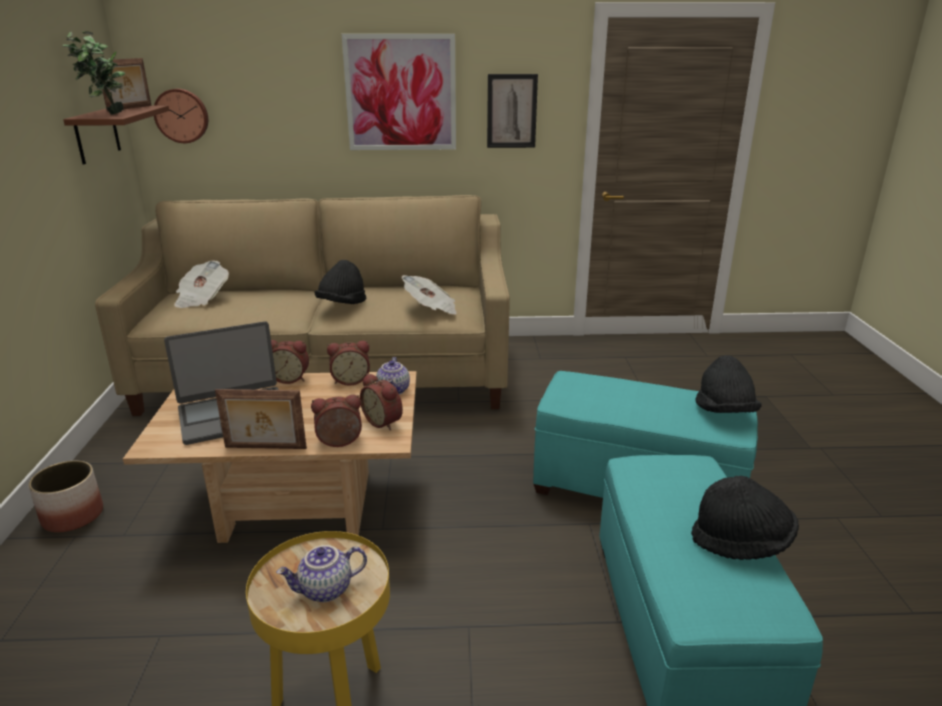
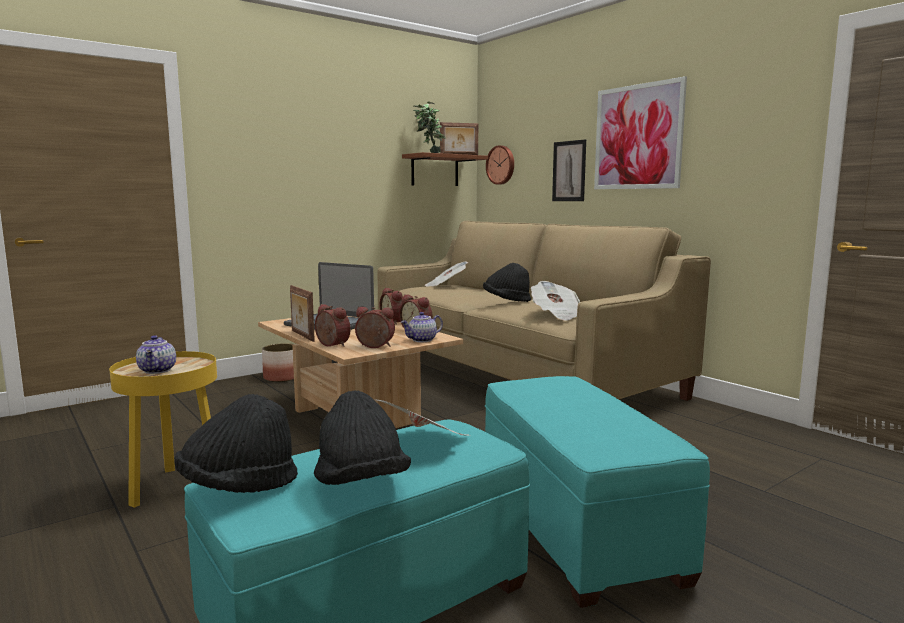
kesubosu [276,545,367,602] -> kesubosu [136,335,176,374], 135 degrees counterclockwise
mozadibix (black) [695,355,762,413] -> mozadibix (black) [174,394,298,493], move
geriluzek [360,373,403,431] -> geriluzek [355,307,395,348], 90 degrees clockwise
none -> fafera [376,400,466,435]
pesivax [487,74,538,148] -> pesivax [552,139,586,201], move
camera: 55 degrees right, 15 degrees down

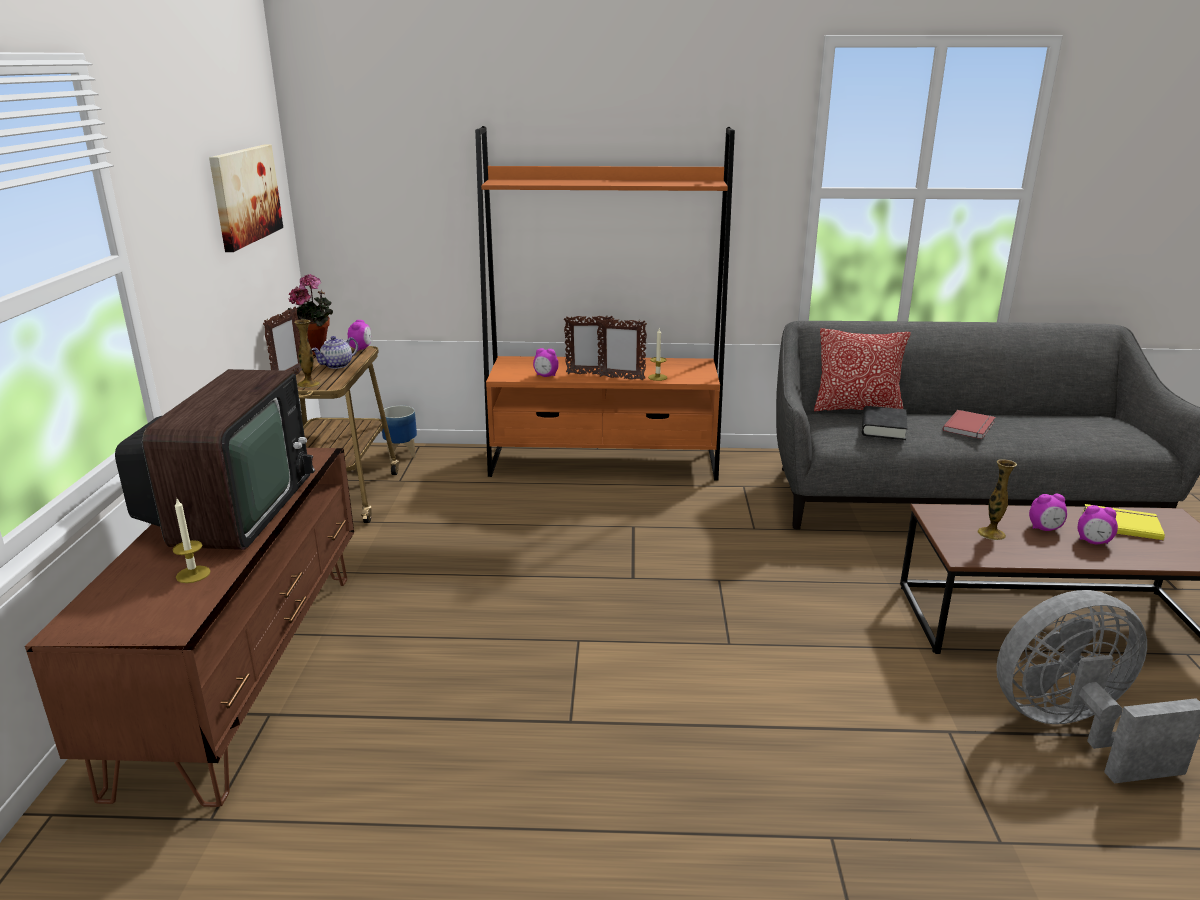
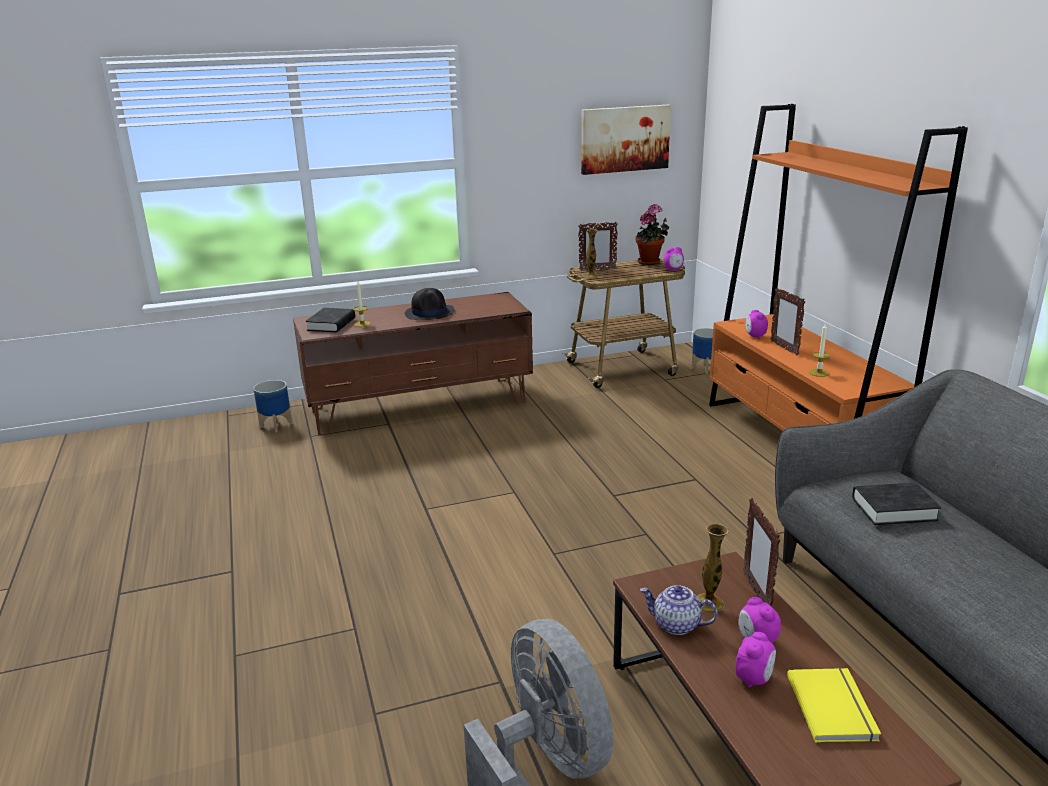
none -> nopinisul [253,380,292,432]
none -> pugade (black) [305,308,355,332]
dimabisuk [115,369,315,550] -> mozadibix (black) [405,288,454,320]
kesubosu [312,336,358,369] -> kesubosu [640,585,717,635], move
geriluzek [1078,505,1118,544] -> geriluzek [735,632,776,688], 150 degrees counterclockwise
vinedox [597,318,647,381] -> vinedox [743,498,780,606], move
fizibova [814,328,911,411] -> none
pugade (red) [943,410,995,439] -> none
camera: 70 degrees right, 0 degrees up

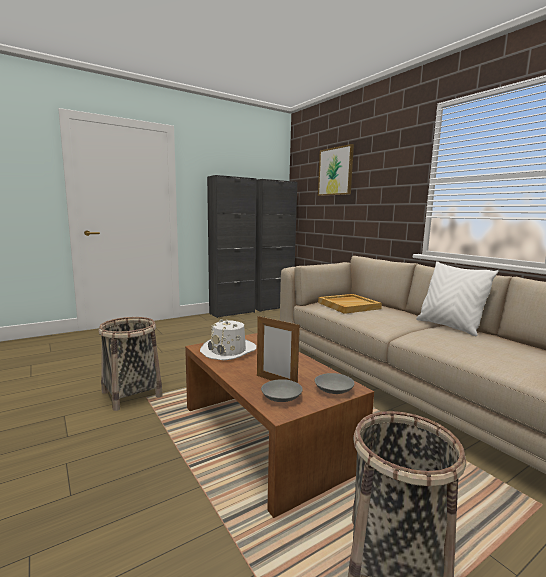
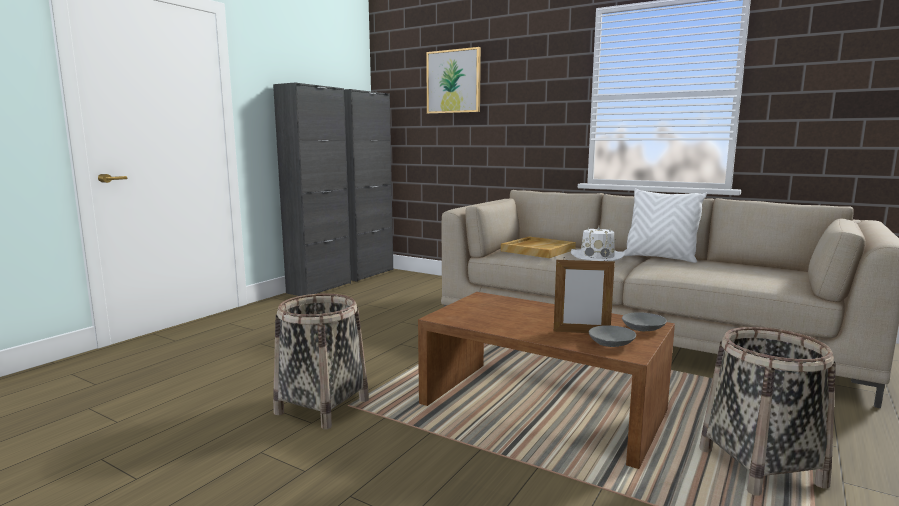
mozadibix (white) [200,319,257,360] -> mozadibix (white) [571,226,625,261], move
camera: 25 degrees left, 0 degrees up

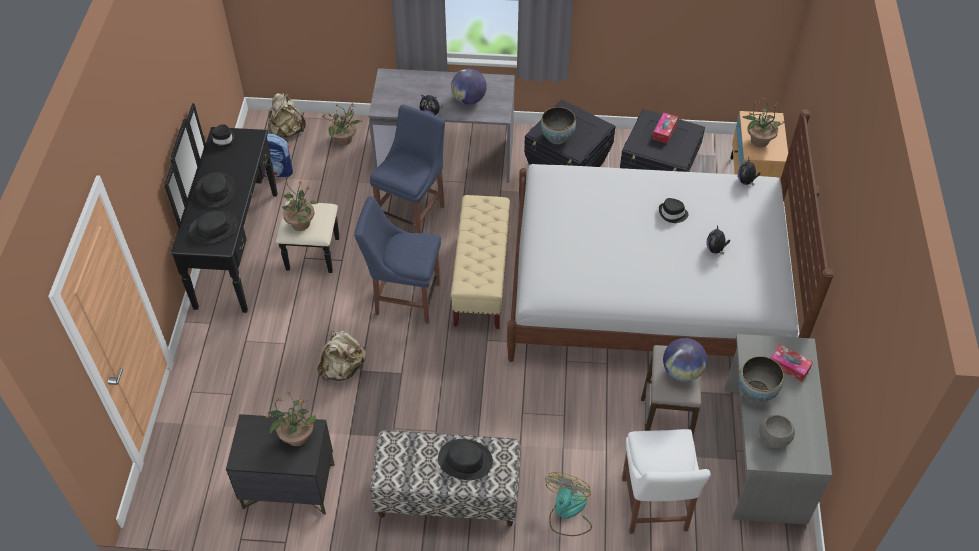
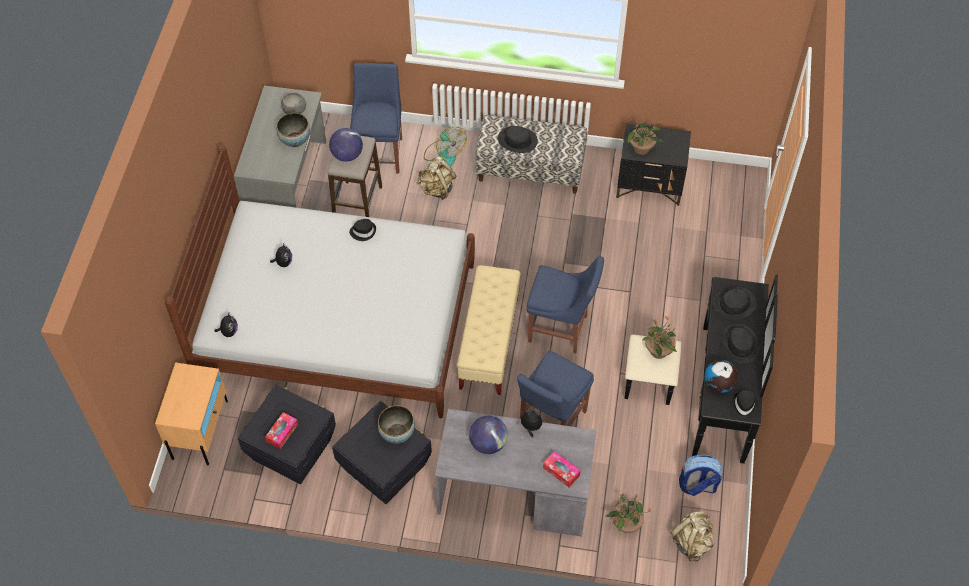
mozadibix (black) [659,198,689,223] -> mozadibix (black) [349,219,376,241], move
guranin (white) [622,429,711,534] -> guranin (blue) [350,63,402,174]
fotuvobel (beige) [317,331,366,381] -> fotuvobel (beige) [416,156,456,200], move
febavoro [545,472,592,536] -> febavoro [424,127,467,167], 60 degrees counterclockwise
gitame [770,344,813,382] -> gitame [543,451,581,487], move
none -> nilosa [705,360,738,393]
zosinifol [743,97,786,147] -> none
camera: 175 degrees left, 5 degrees up

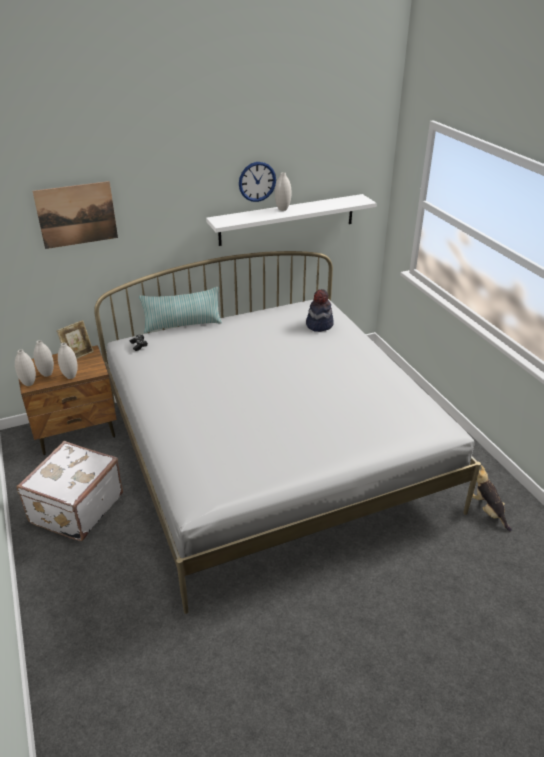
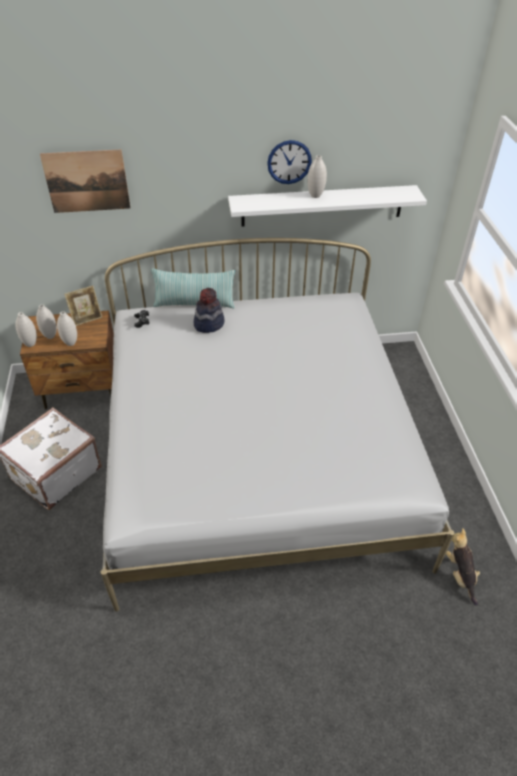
mozadibix [306,289,334,332] -> mozadibix [193,288,225,333], move
camera: 15 degrees right, 10 degrees up

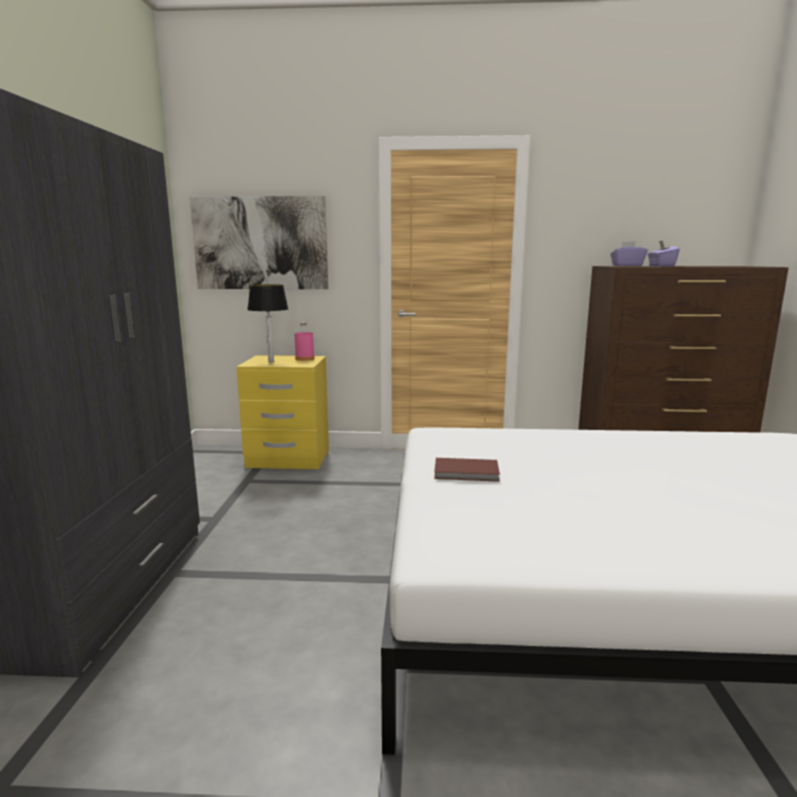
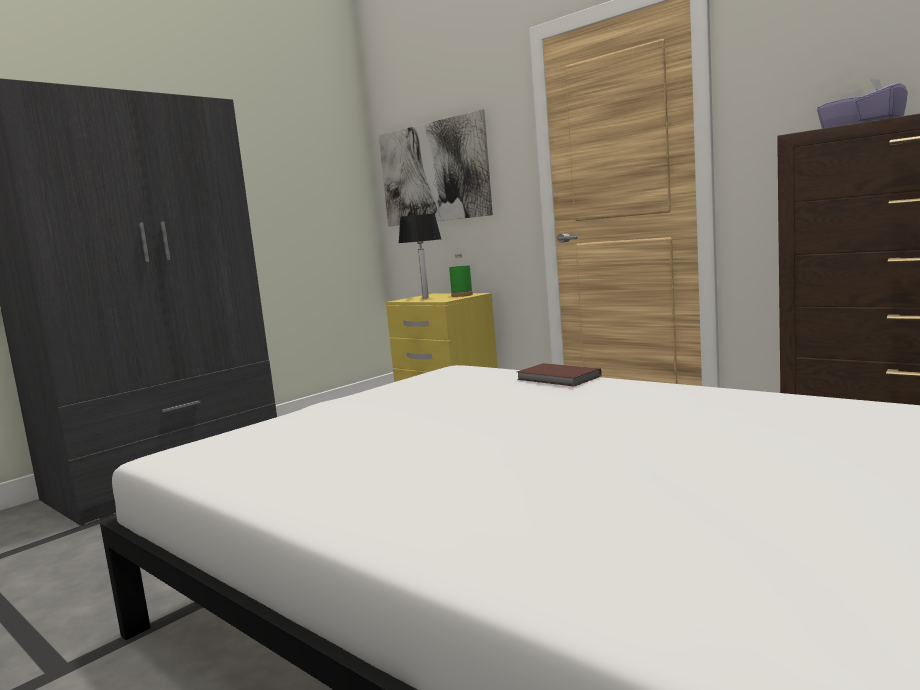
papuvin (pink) [294,322,315,361] -> papuvin (green) [449,254,473,297]
pugade (brown) [434,458,500,482] -> pugade (brown) [517,363,602,387], move
camera: 40 degrees right, 5 degrees down

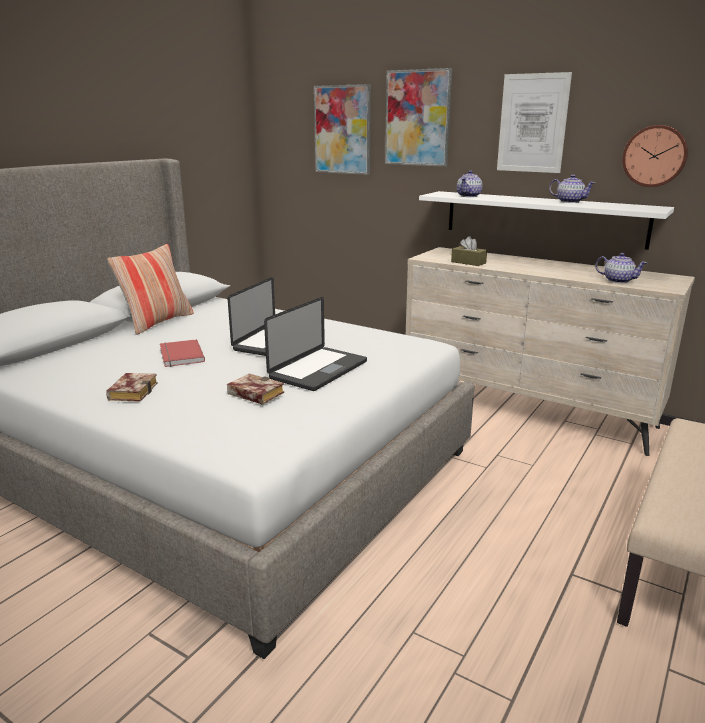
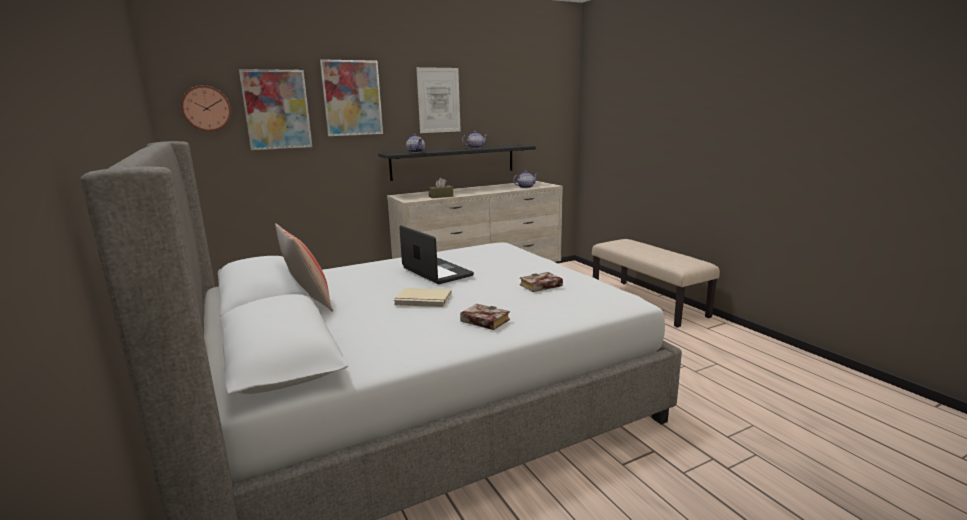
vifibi [622,125,688,187] -> vifibi [181,85,231,132], move
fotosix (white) [419,191,674,250] -> fotosix (black) [378,145,536,181]
pugade (red) [160,339,205,367] -> pugade (beige) [394,288,451,307]
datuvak [264,297,367,391] -> none
camera: 60 degrees left, 5 degrees down

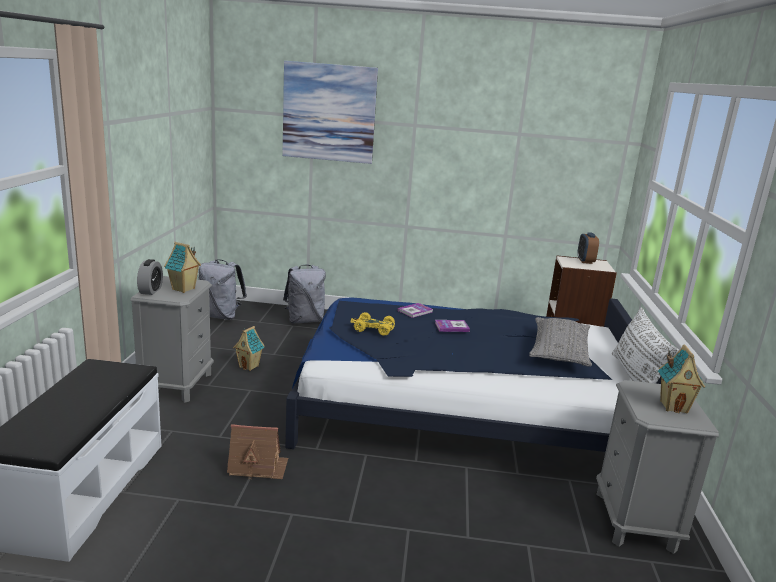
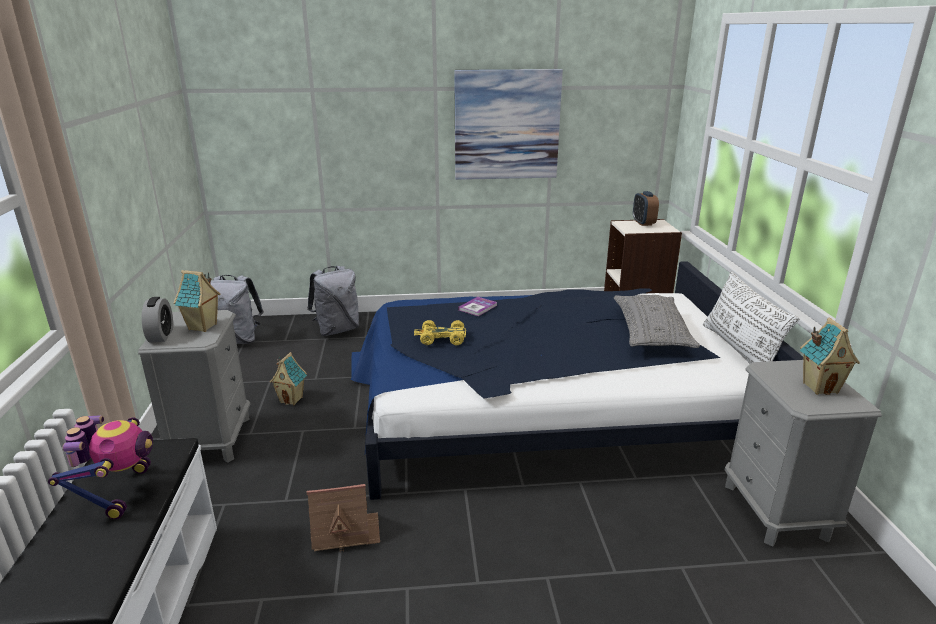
none -> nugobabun [48,415,153,519]
pesivax [282,61,378,164] -> pesivax [454,69,563,180], move
pugade [435,320,470,332] -> none
camera: 10 degrees left, 5 degrees up

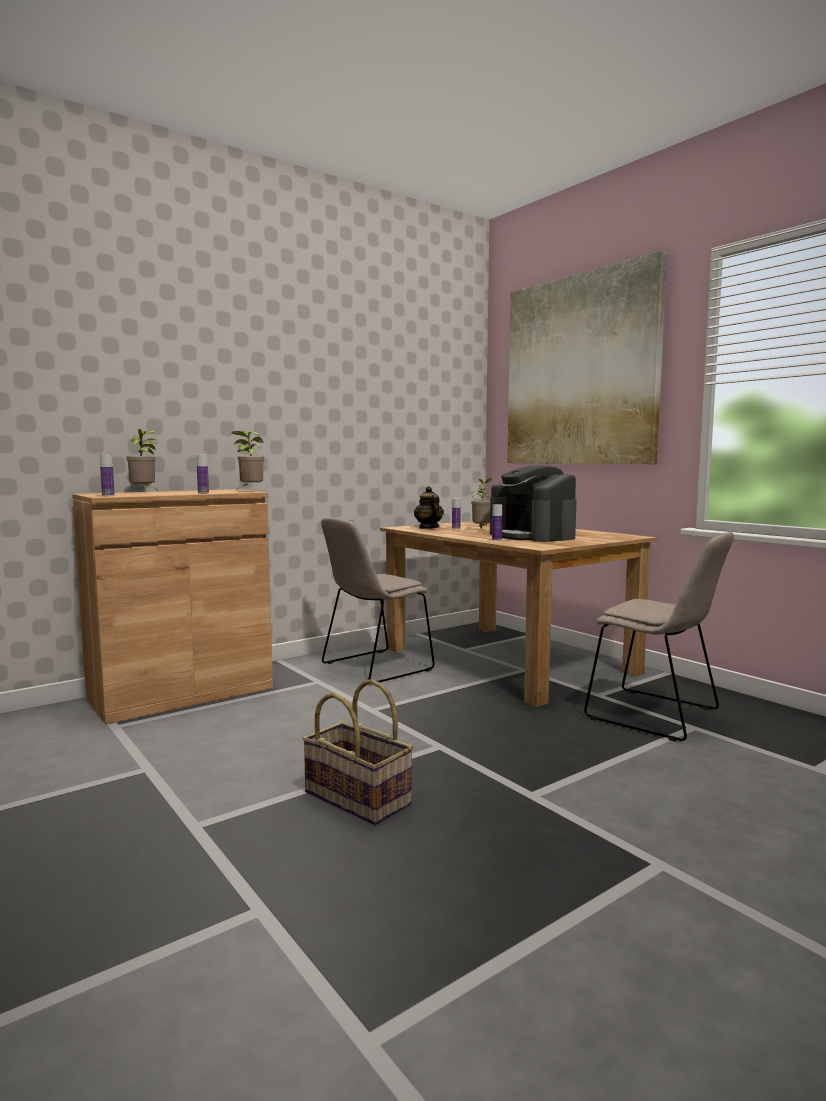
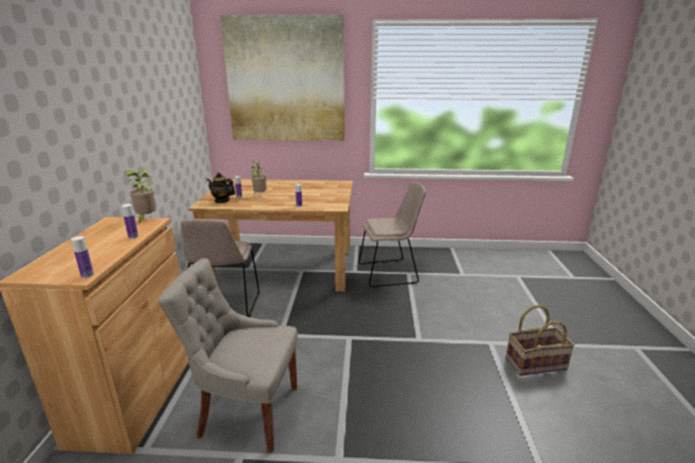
none -> guranin (grey) [158,258,298,452]
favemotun [302,679,413,825] -> favemotun [506,305,575,376], move
zosinifol [127,429,158,492] -> none
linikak [490,466,577,542] -> none
camera: 50 degrees left, 15 degrees up

